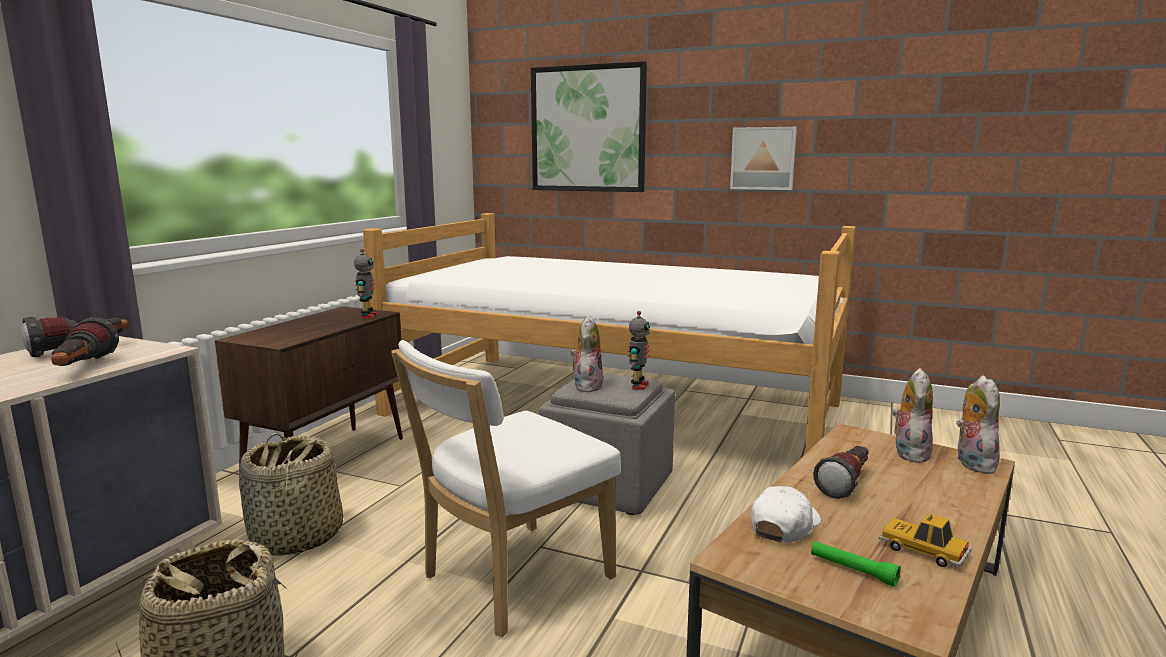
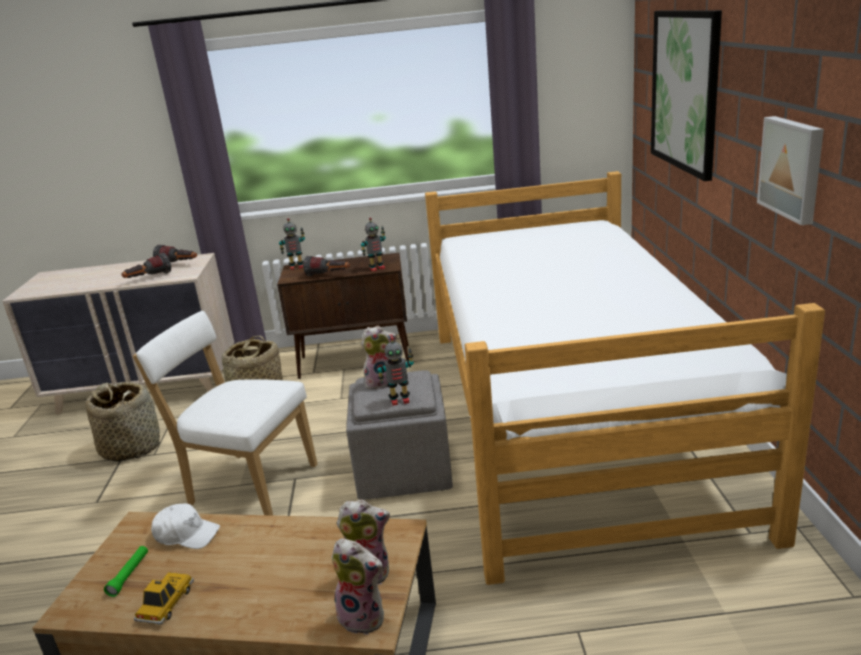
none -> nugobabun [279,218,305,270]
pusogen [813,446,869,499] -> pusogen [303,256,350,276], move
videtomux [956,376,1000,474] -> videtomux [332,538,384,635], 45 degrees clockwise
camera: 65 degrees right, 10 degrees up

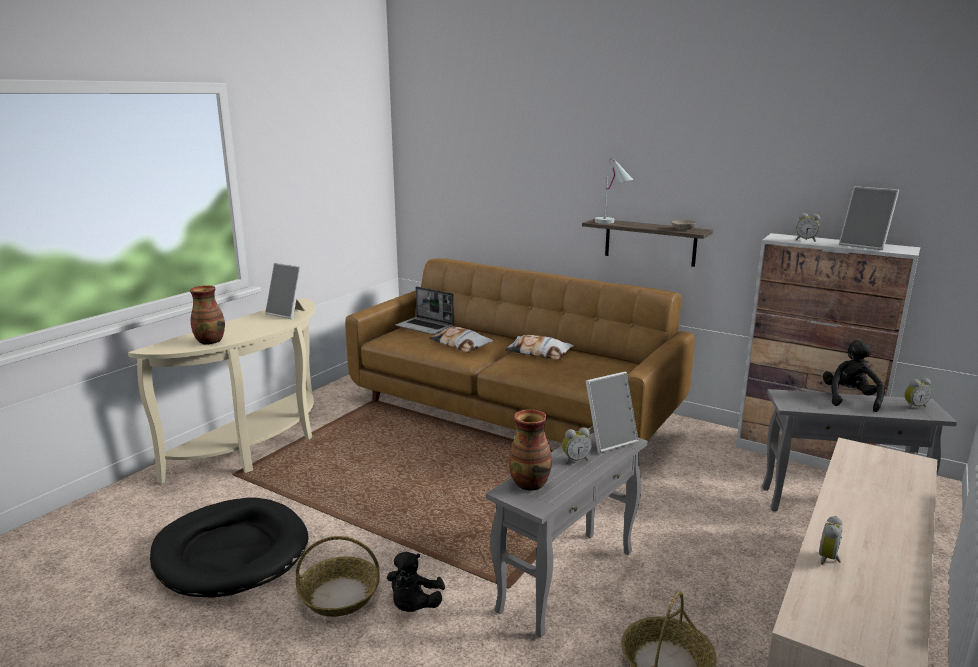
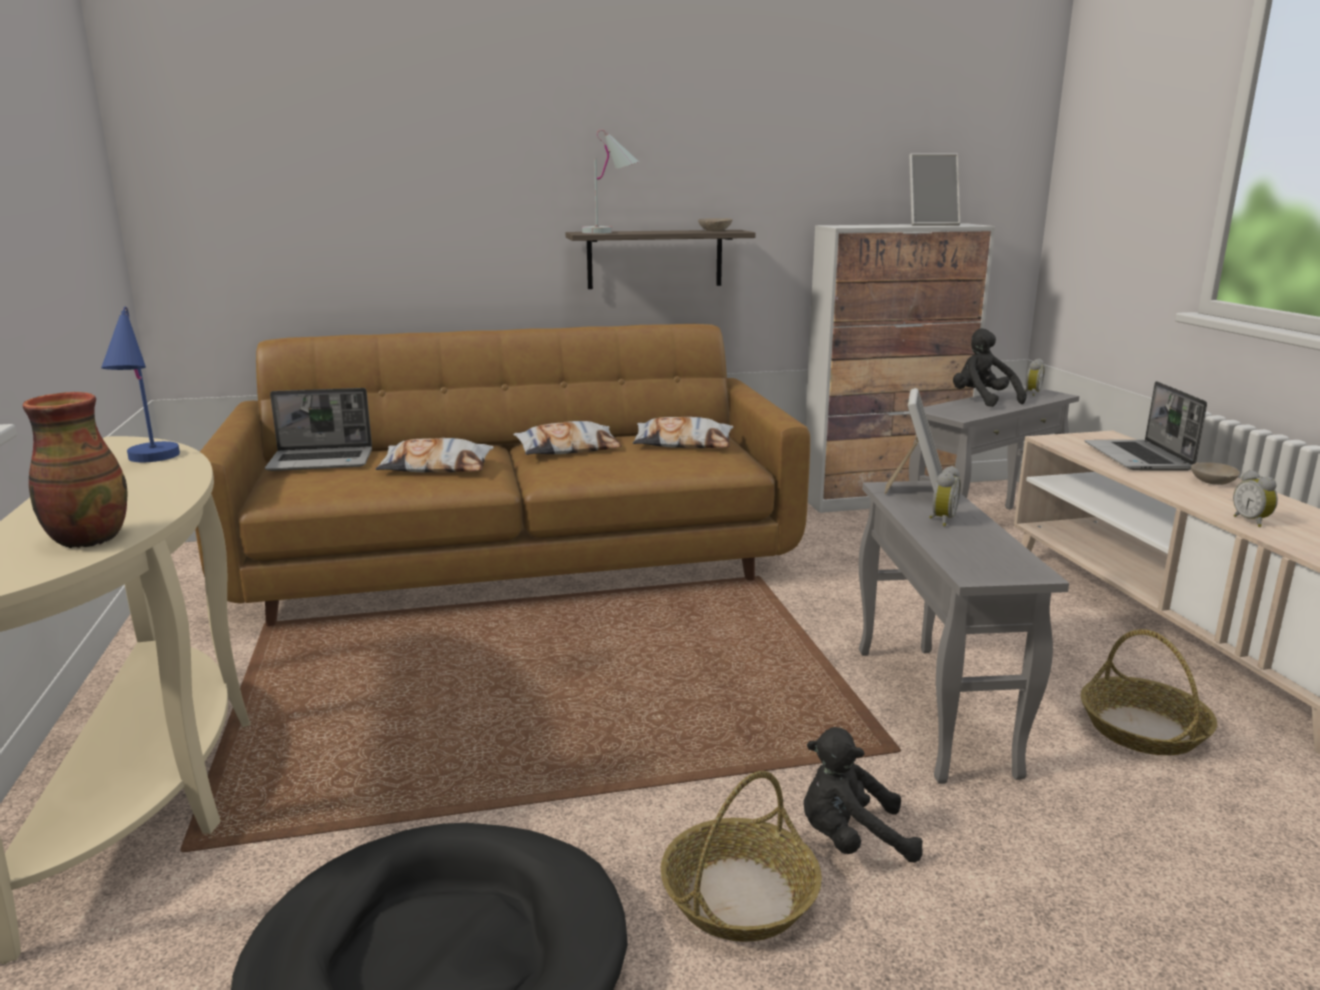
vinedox [265,262,305,319] -> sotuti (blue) [101,307,180,462]
none -> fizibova [633,417,734,448]
videtomux (black) [387,552,445,612] -> videtomux (black) [803,727,923,862], 120 degrees clockwise
none -> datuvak [1084,381,1207,471]
none -> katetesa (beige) [1191,462,1240,485]
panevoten [509,409,552,491] -> none
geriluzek [796,213,820,242] -> none
camera: 45 degrees left, 0 degrees up

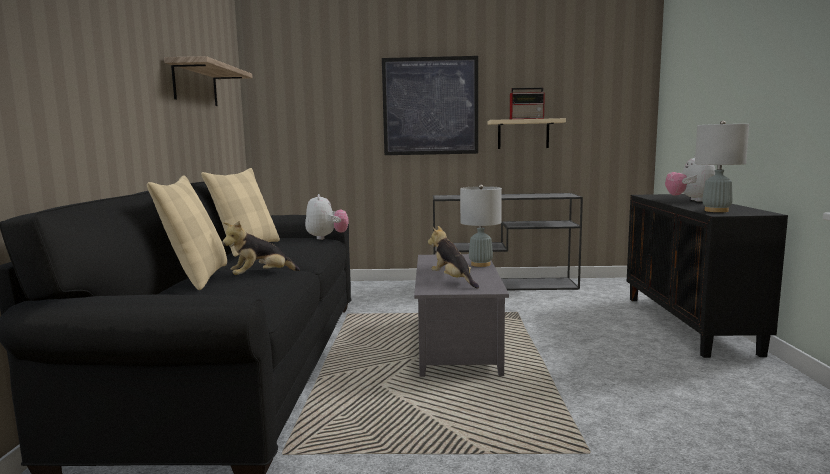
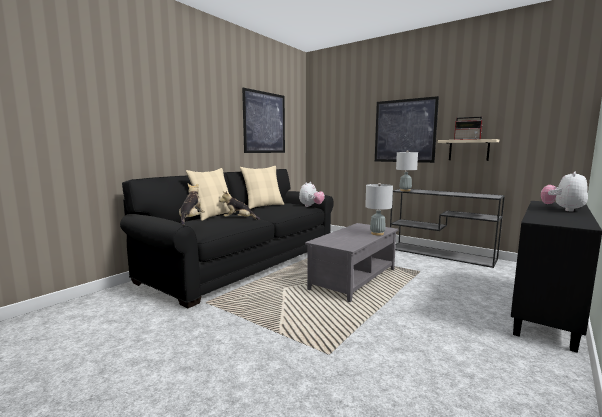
videtomux [428,226,479,288] -> videtomux [179,184,205,225], move
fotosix [164,56,253,106] -> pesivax [242,88,285,153]
sotuti (grey) [695,121,749,212] -> sotuti (grey) [396,150,418,191], move
camera: 35 degrees right, 0 degrees up

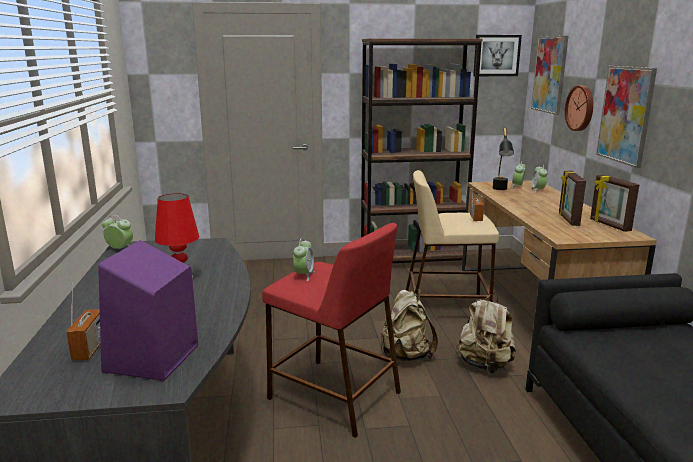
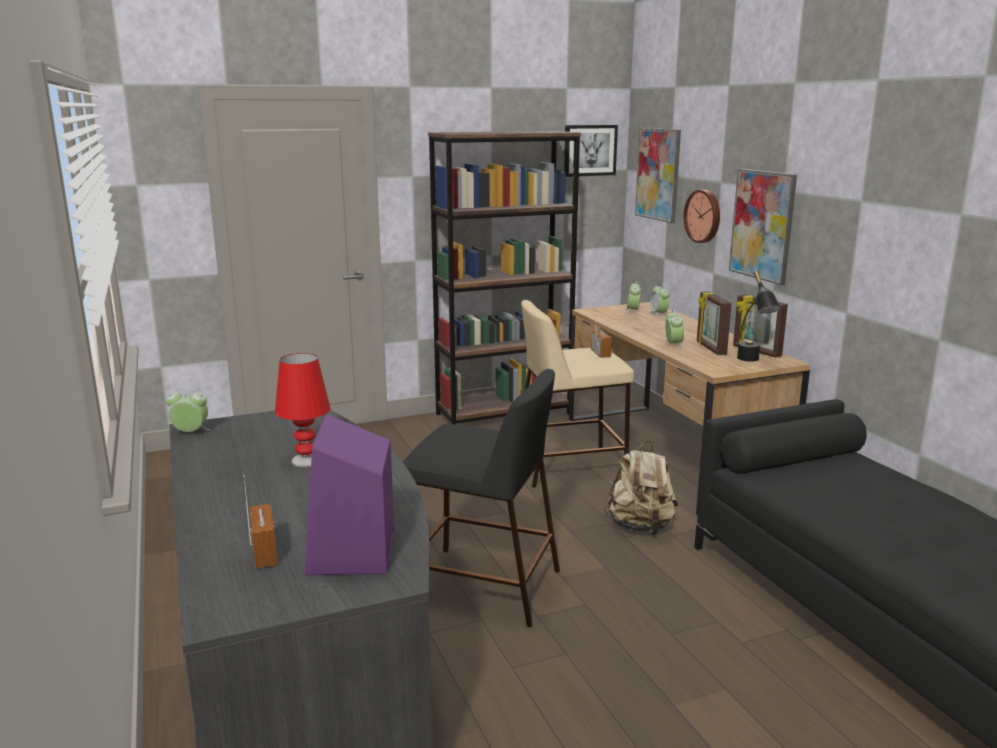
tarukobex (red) [262,223,401,438] -> tarukobex (black) [403,369,560,627]
geriluzek [293,238,315,281] -> geriluzek [665,310,684,349], move
sotuti (black) [493,128,514,190] -> sotuti (black) [737,271,781,362], move
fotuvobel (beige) [380,289,438,361] -> none
camera: 15 degrees left, 0 degrees up

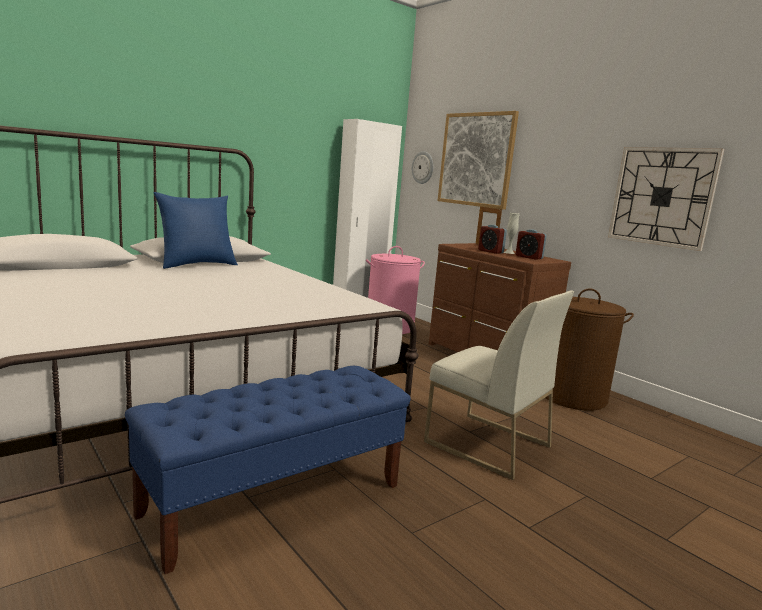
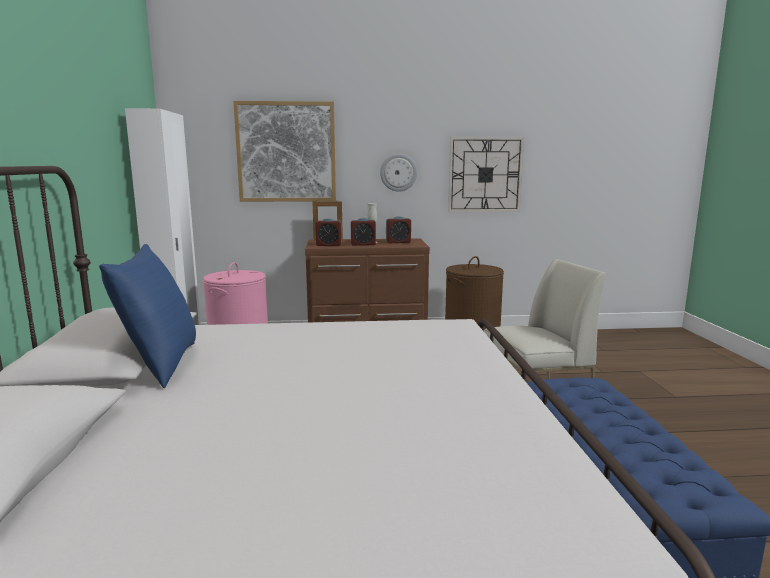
none -> geriluzek [316,218,342,246]
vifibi [412,151,433,184] -> vifibi [380,154,417,192], move
camera: 55 degrees left, 0 degrees up

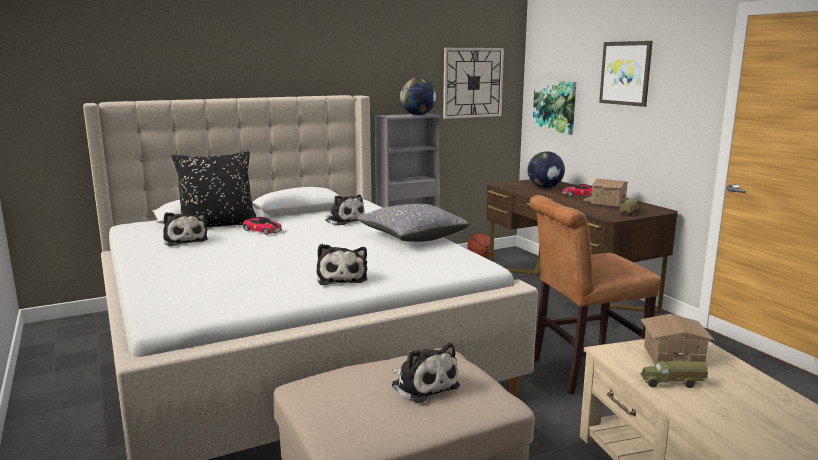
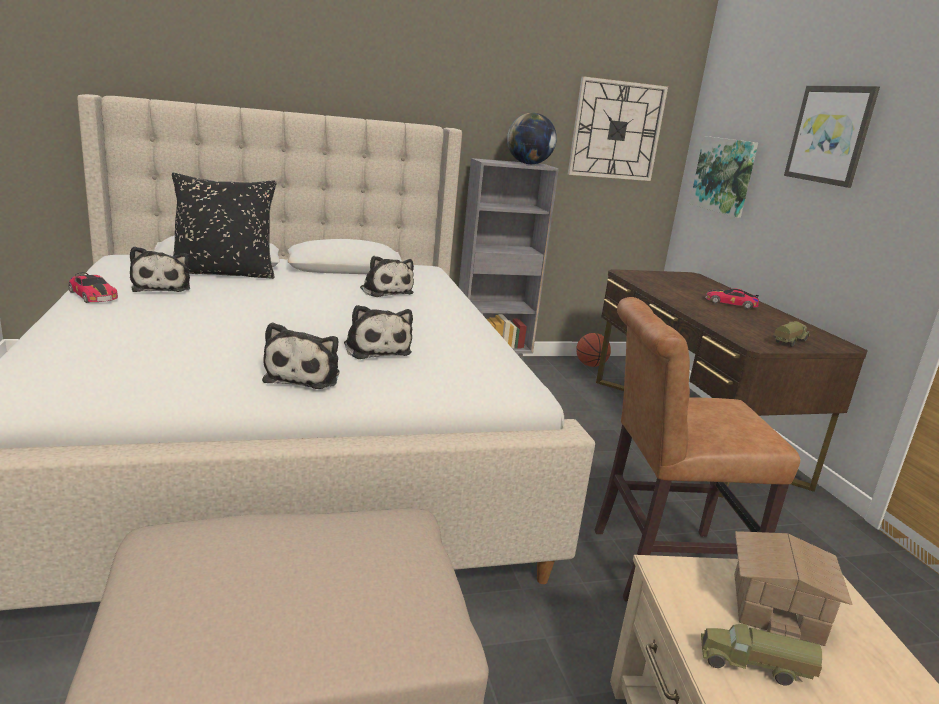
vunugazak [243,217,282,235] -> vunugazak [69,272,118,303], move
videtomux [392,343,460,403] -> videtomux [344,305,413,359], move
fizibova (grey) [357,204,469,242] -> none
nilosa [527,151,565,188] -> none
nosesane [584,179,628,207] -> none
camera: 10 degrees right, 5 degrees up

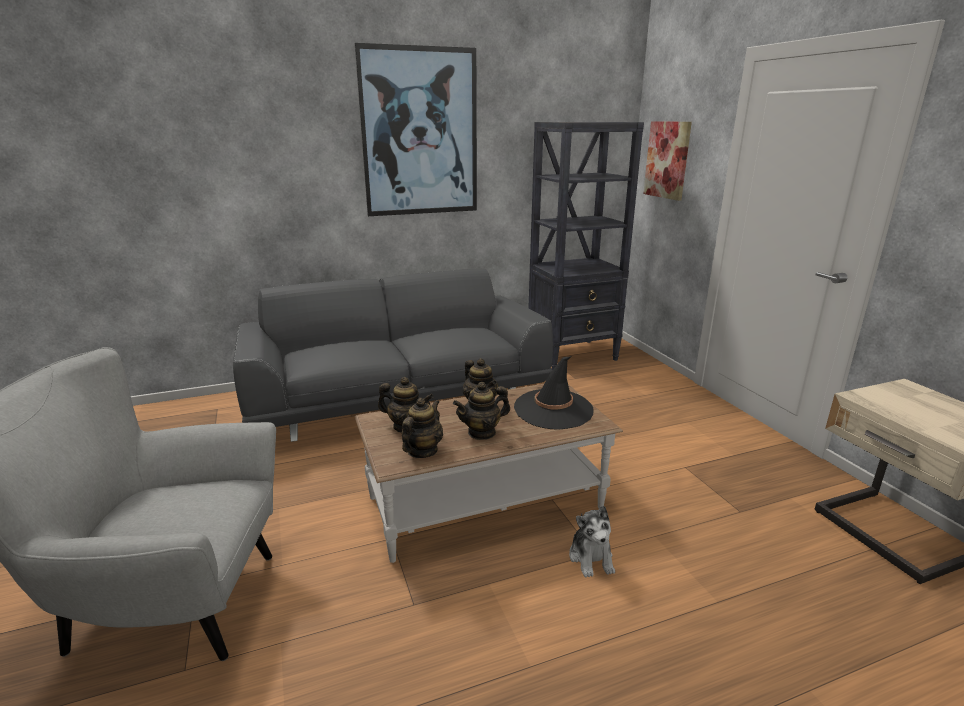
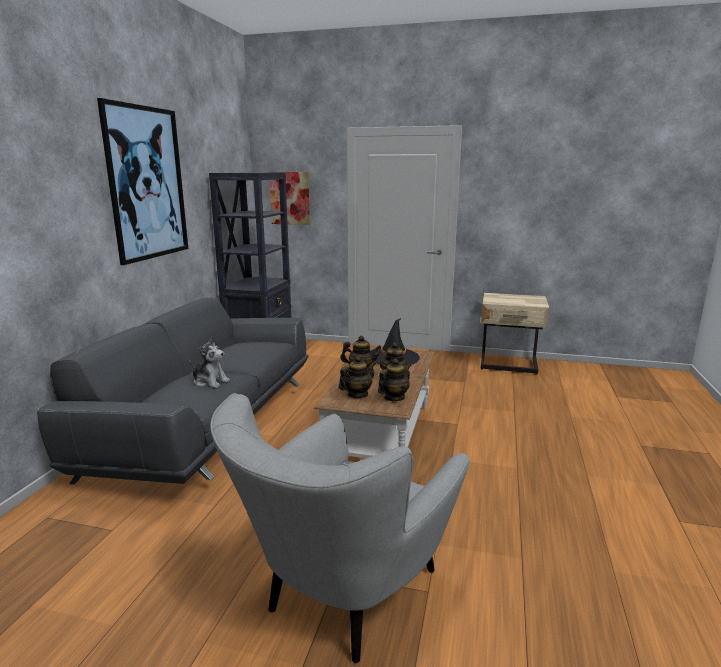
videtomux [569,505,615,577] -> videtomux [189,337,230,388], move
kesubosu [402,398,443,458] -> kesubosu [378,358,411,401], 75 degrees clockwise
camera: 55 degrees left, 5 degrees down

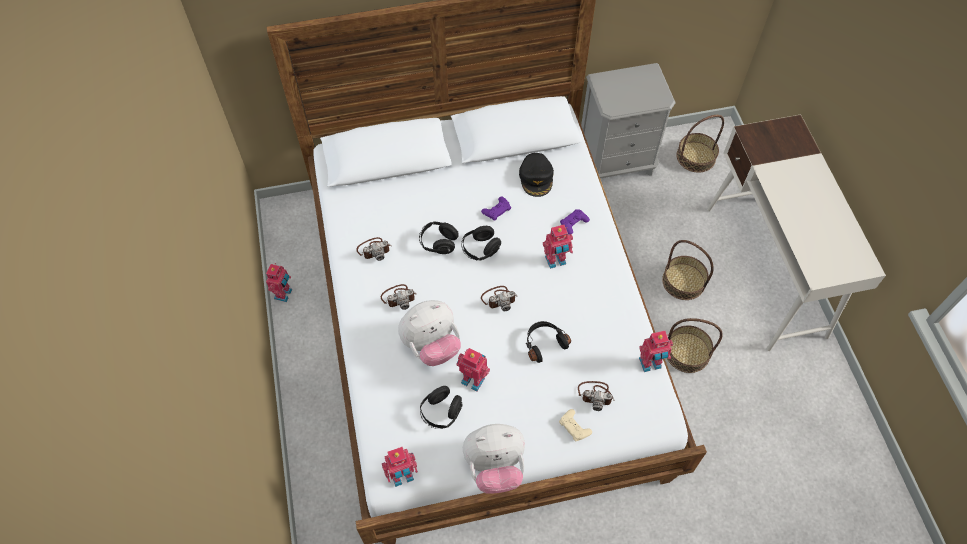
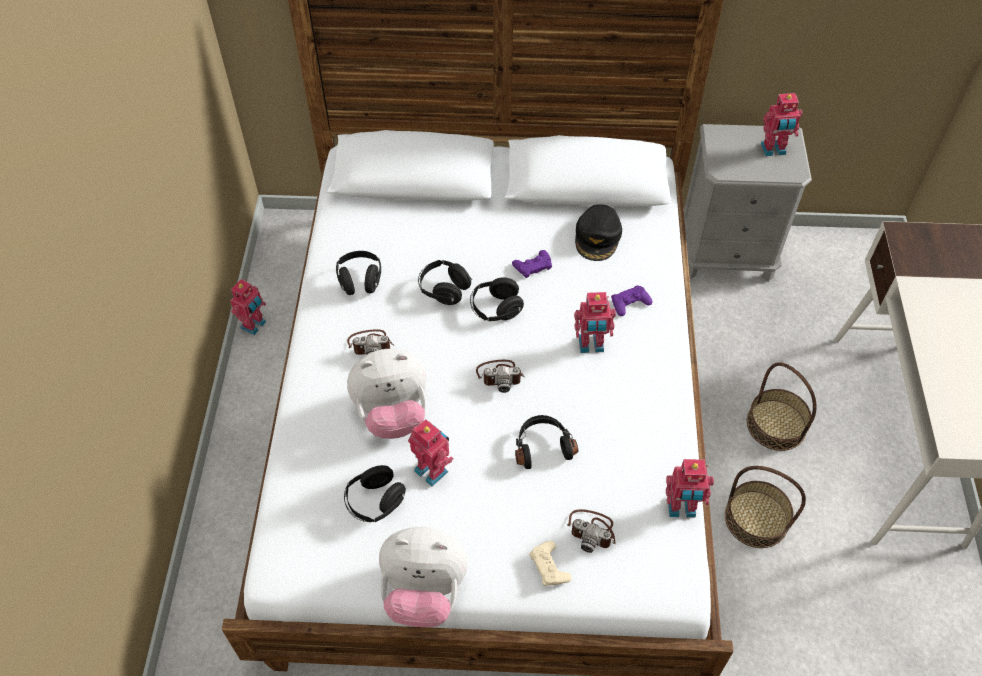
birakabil [356,237,391,261] -> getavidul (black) [336,251,381,295]
nugobabun [382,447,418,487] -> nugobabun [761,93,802,156], move
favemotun [676,115,724,173] -> none
camera: 15 degrees right, 5 degrees down

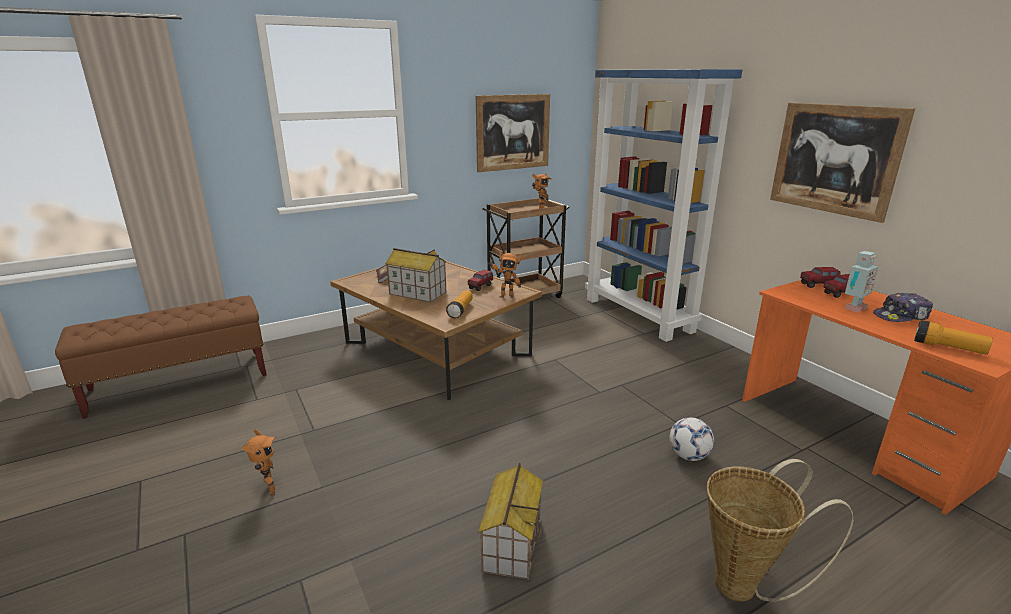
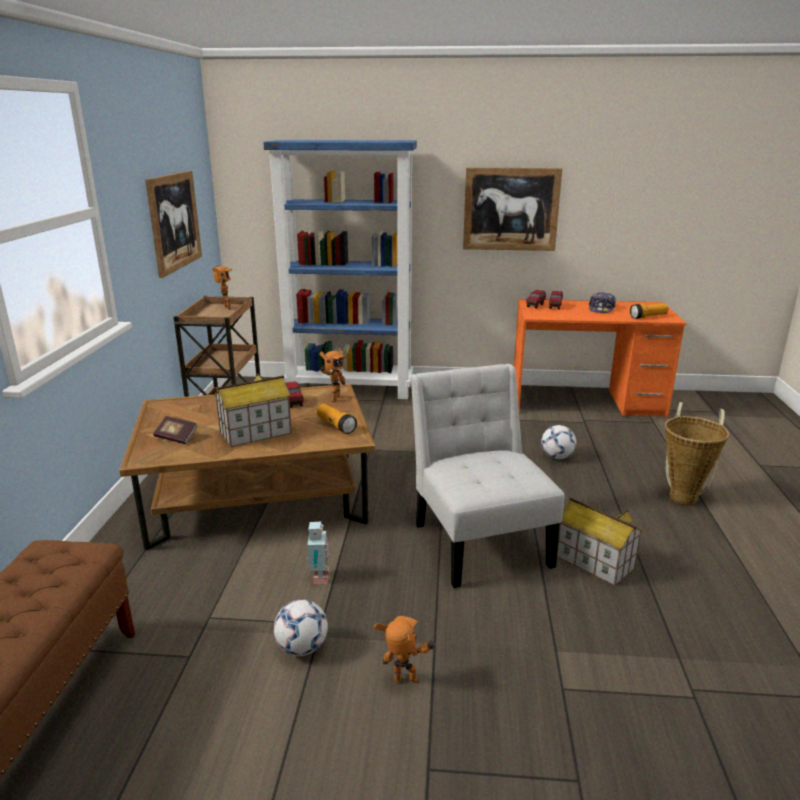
none -> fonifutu [274,599,328,656]
nugobabun [845,251,878,313] -> nugobabun [306,522,330,584], move
none -> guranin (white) [411,364,564,588]
camera: 55 degrees left, 0 degrees up

